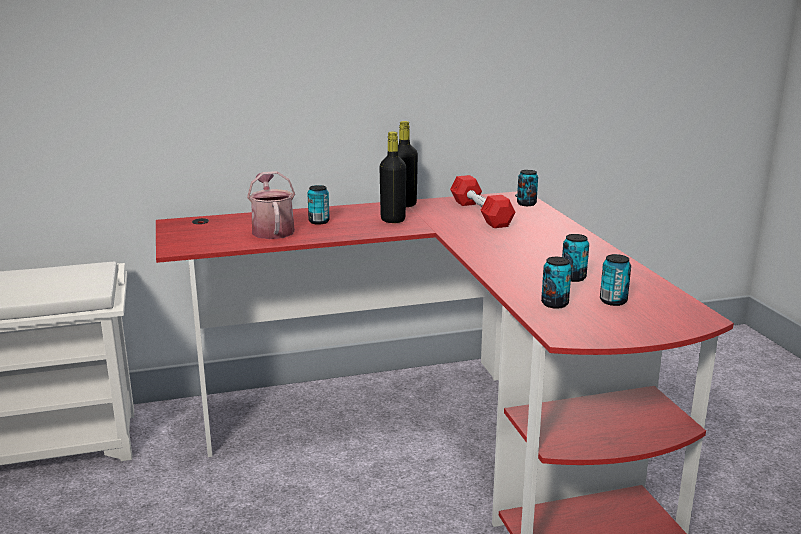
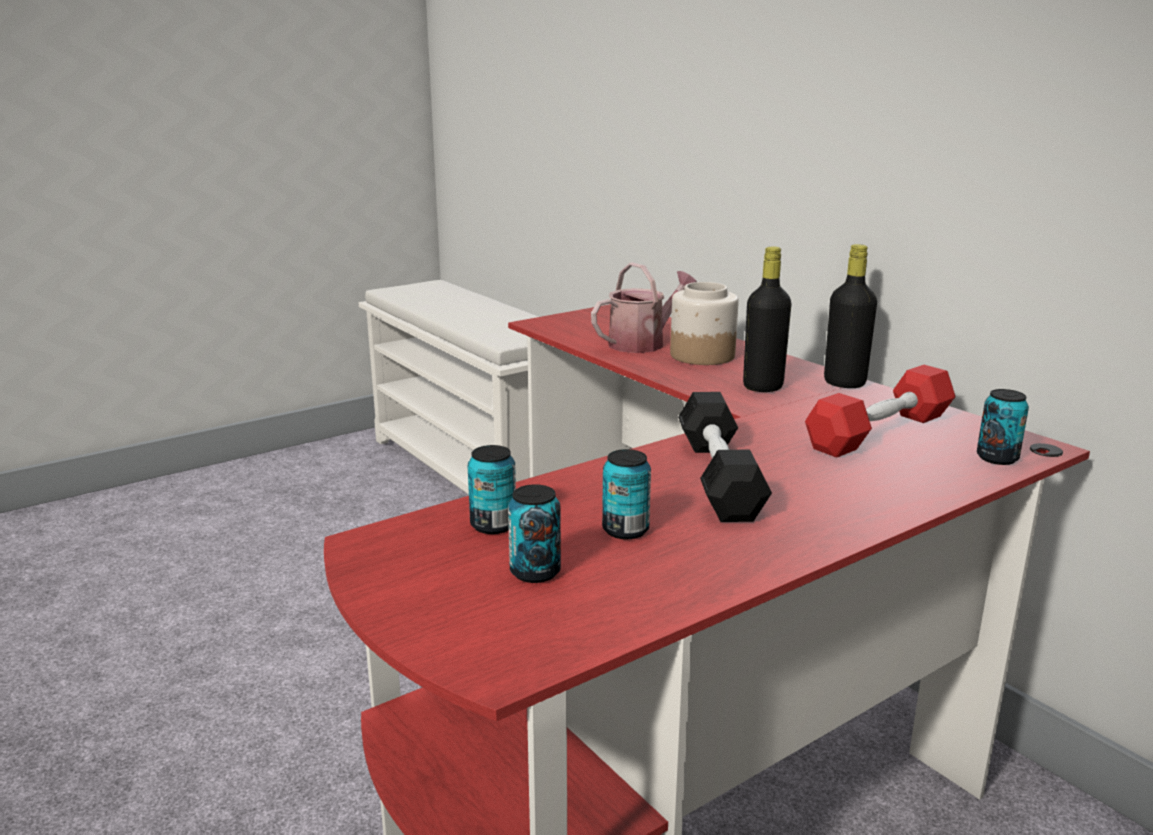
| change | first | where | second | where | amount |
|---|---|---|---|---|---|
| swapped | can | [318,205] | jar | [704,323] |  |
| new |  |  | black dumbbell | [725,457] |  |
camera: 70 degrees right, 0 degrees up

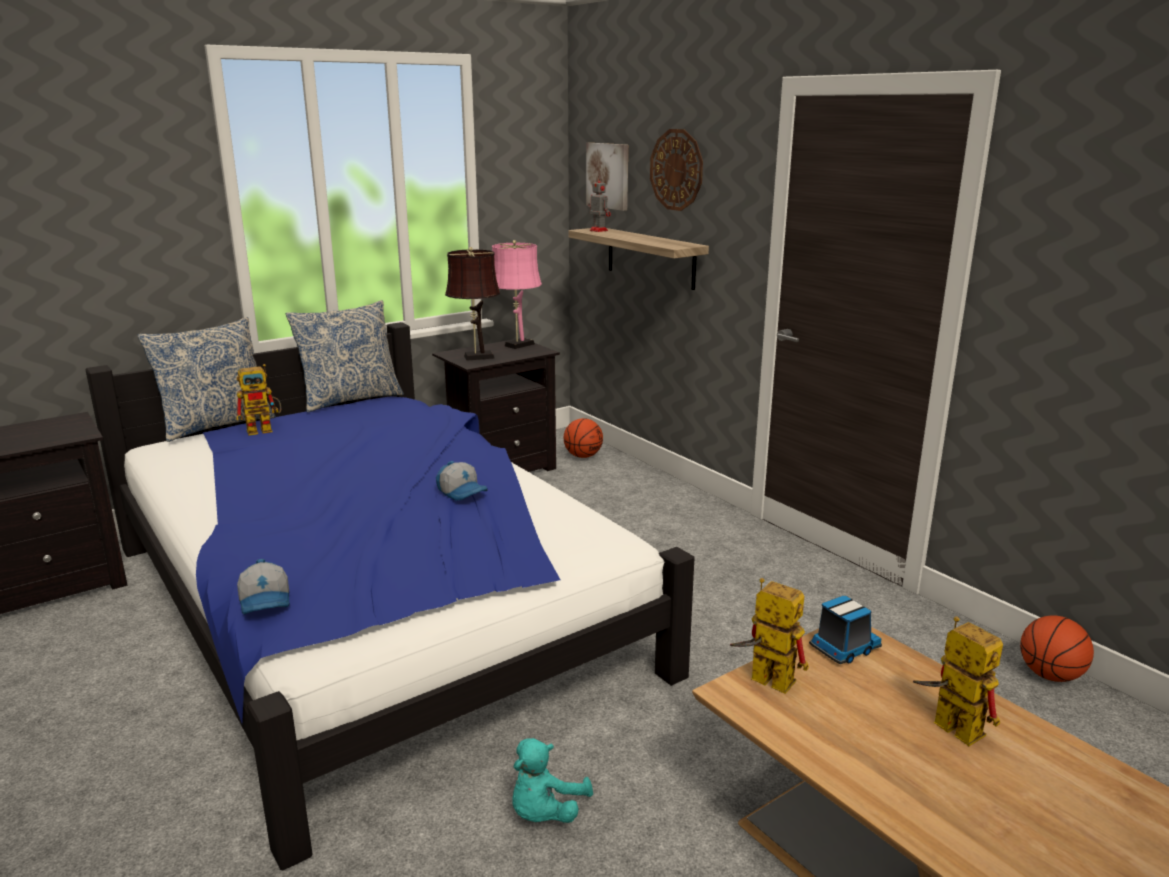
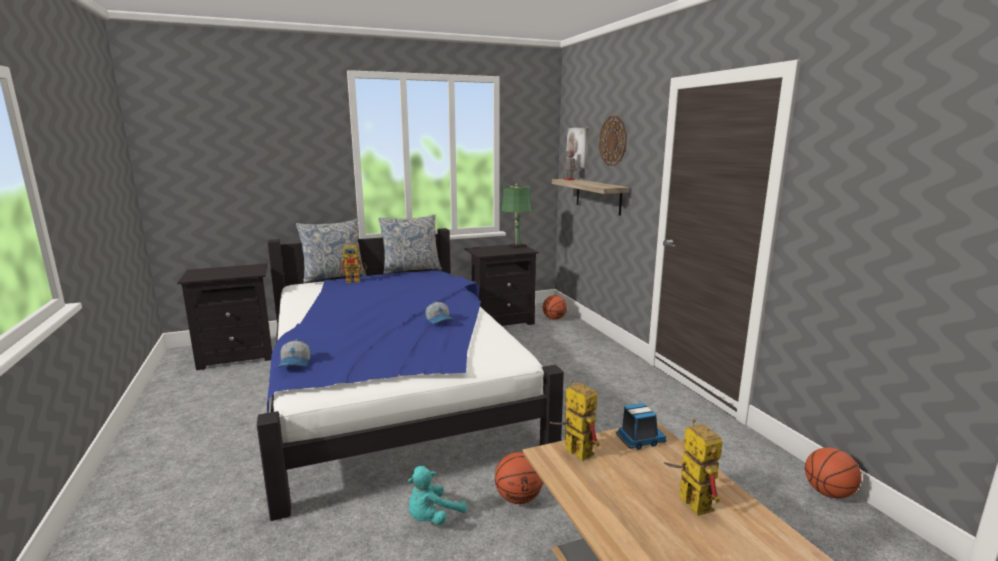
| change | first | where | second | where | amount |
|---|---|---|---|---|---|
| new |  |  | basketball | [519,478] |  |
| repainted | pink table lamp | [517,294] | green table lamp | [516,216] |  |
| gone | brown table lamp | [472,304] |  |  |  |
camera: 15 degrees right, 5 degrees down

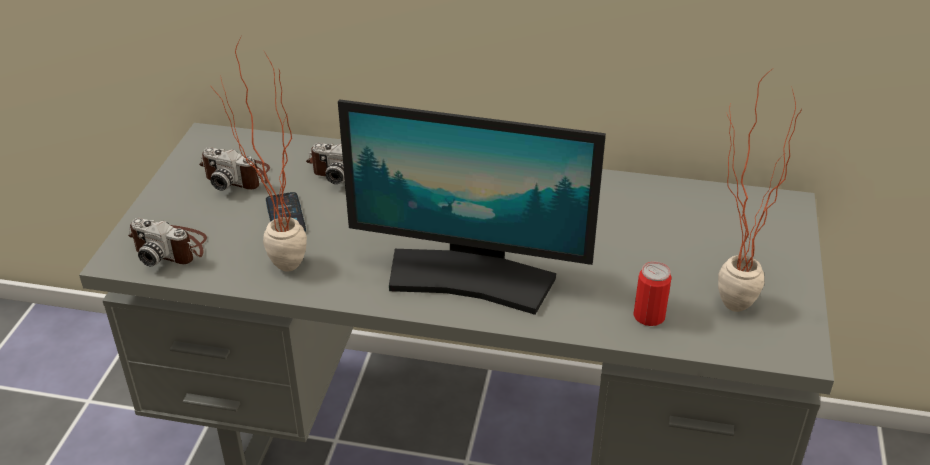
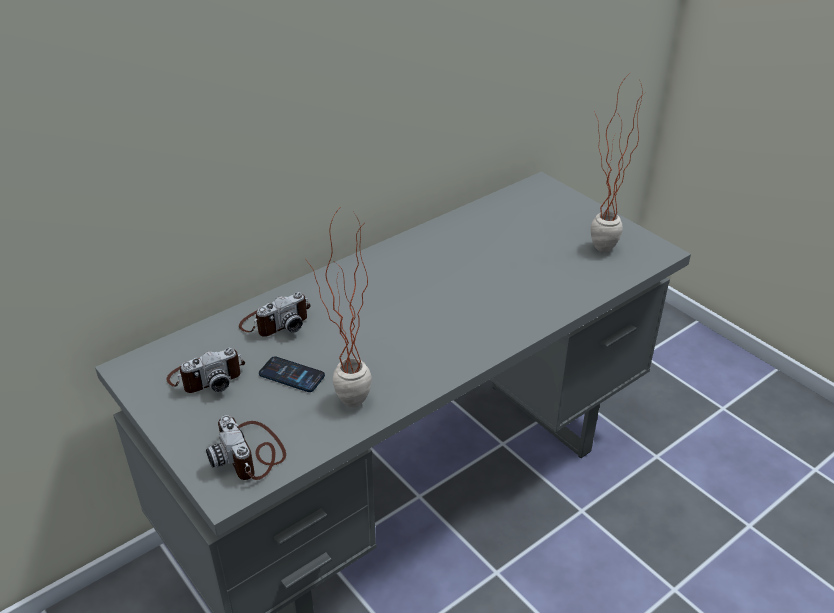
| change | first | where | second | where | amount |
|---|---|---|---|---|---|
| rotated | photo camera | [167,242] |  | [246,447] | 90 degrees clockwise |
| gone | monitor | [472,207] |  |  |  |
| gone | can | [652,294] |  |  |  |
camera: 50 degrees left, 0 degrees up

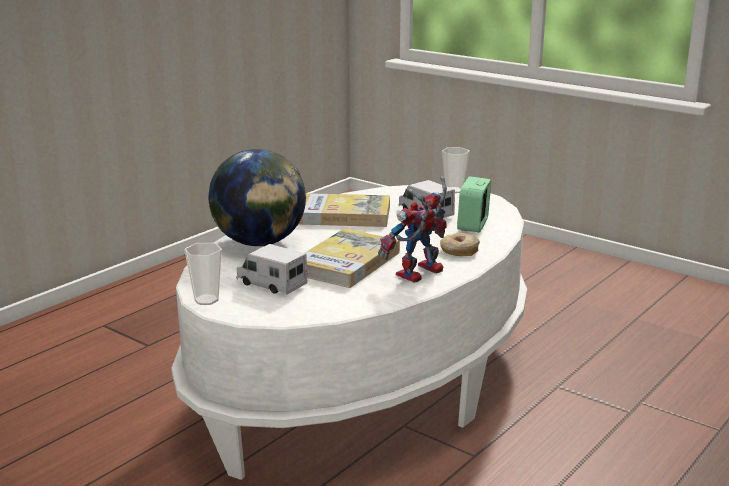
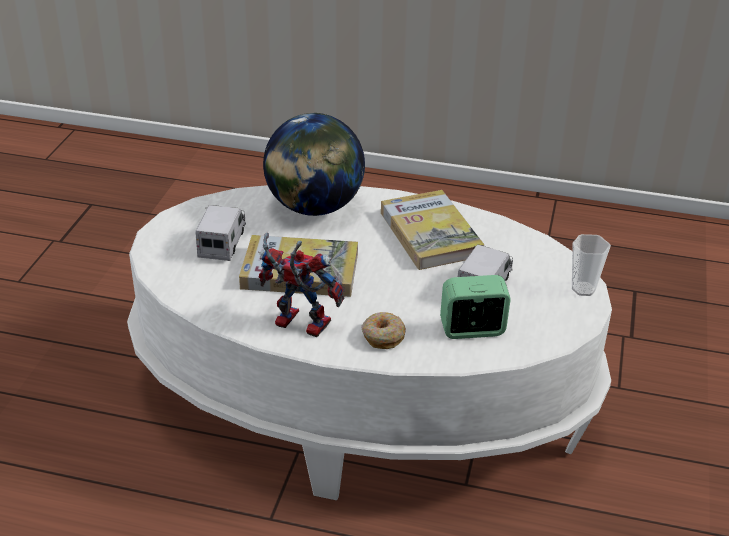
| change | first | where | second | where | amount |
|---|---|---|---|---|---|
| gone | cup | [203,274] |  |  |  |
camera: 65 degrees right, 15 degrees up

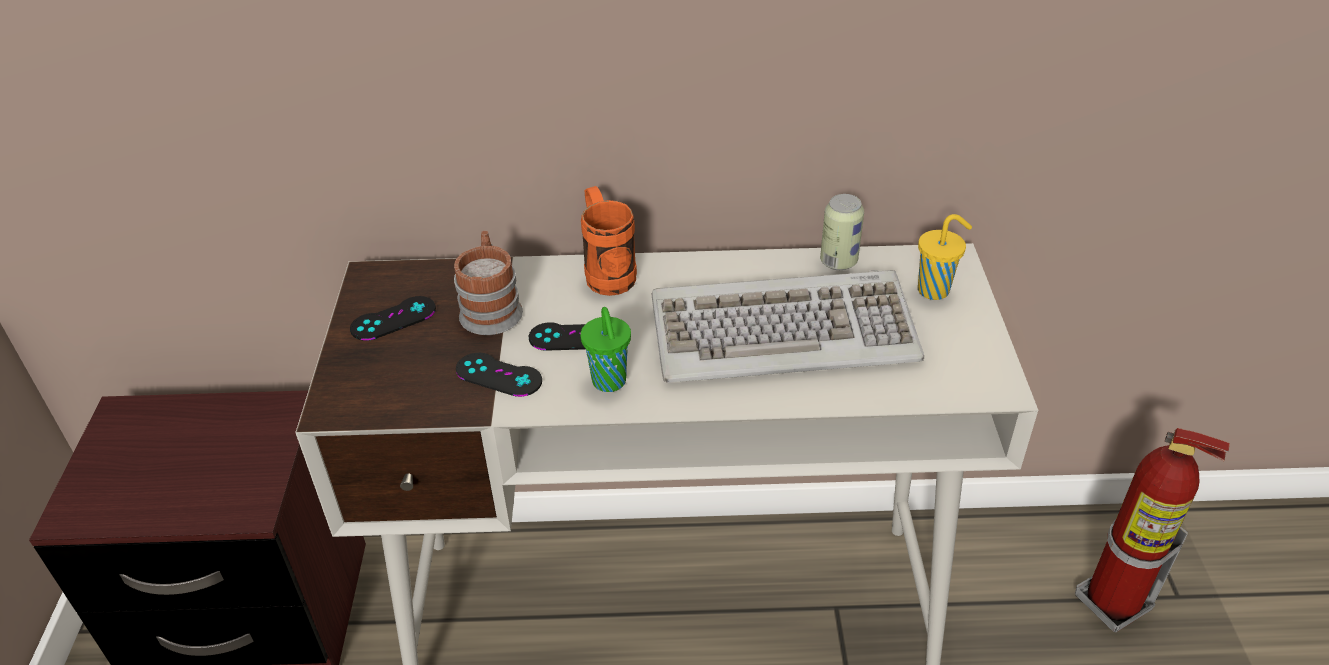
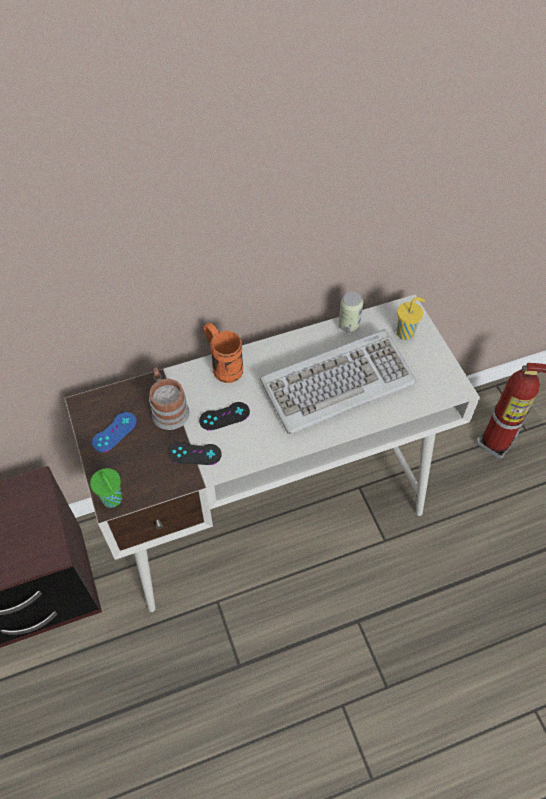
| change | first | where | second | where | amount |
|---|---|---|---|---|---|
| shifted | green cup | [605,349] |  | [106,488] |  |
| repainted | black game controller | [393,318] | blue game controller | [114,432] |  |
camera: 20 degrees left, 15 degrees up

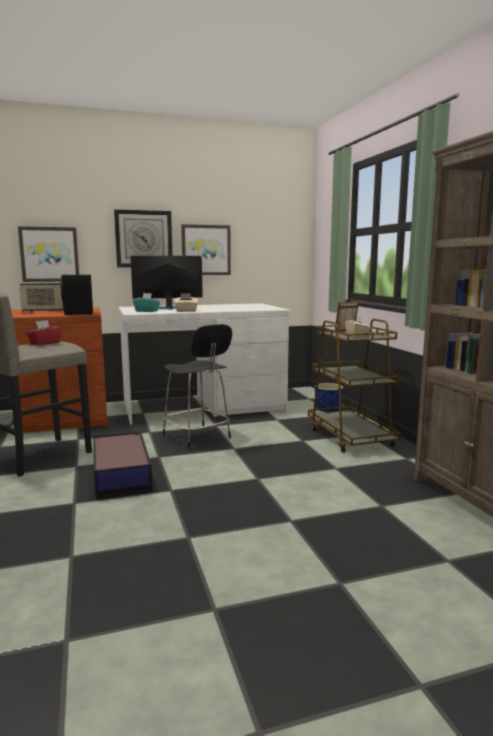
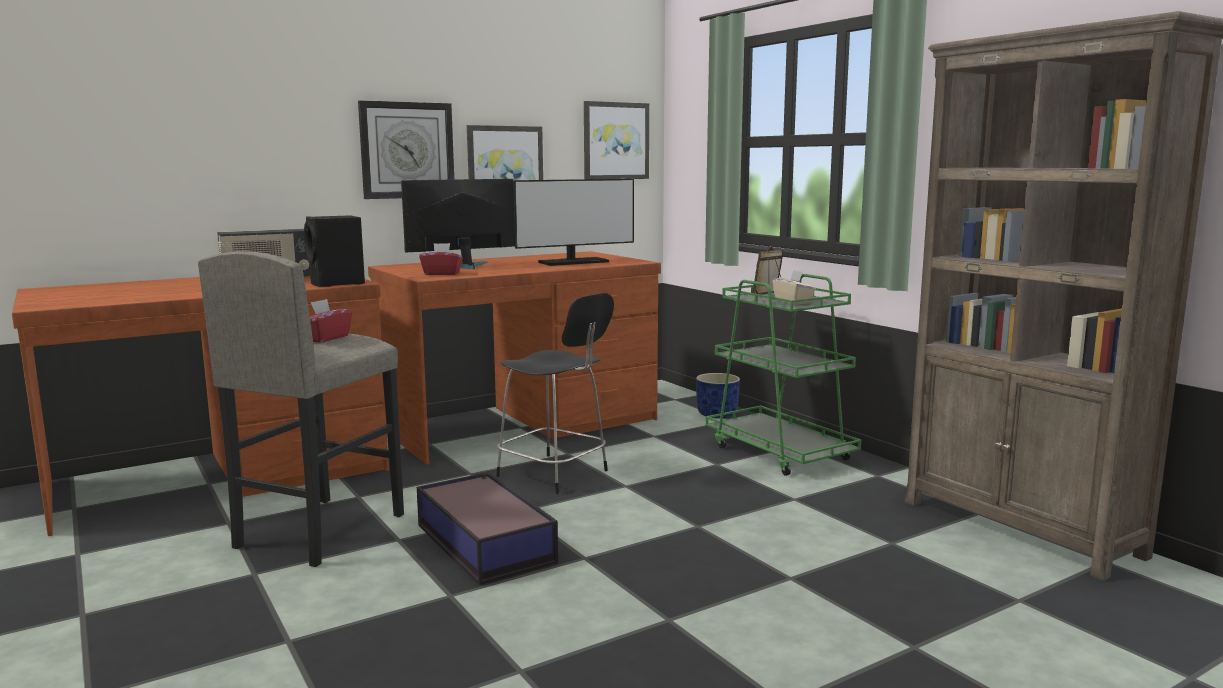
| change | first | where | second | where | amount |
|---|---|---|---|---|---|
| repainted | white desk | [204,364] | brown desk | [514,358] |  |
| repainted | turquoise tissue box | [146,302] | red tissue box | [441,259] |  |
| new |  |  | monitor | [573,222] |  |
| shifted | picture | [48,254] |  | [616,140] |  |
| repainted | brown cart | [354,385] | green cart | [783,375] |  |
| gone | beige tissue box | [186,302] |  |  |  |
camera: 15 degrees left, 0 degrees up

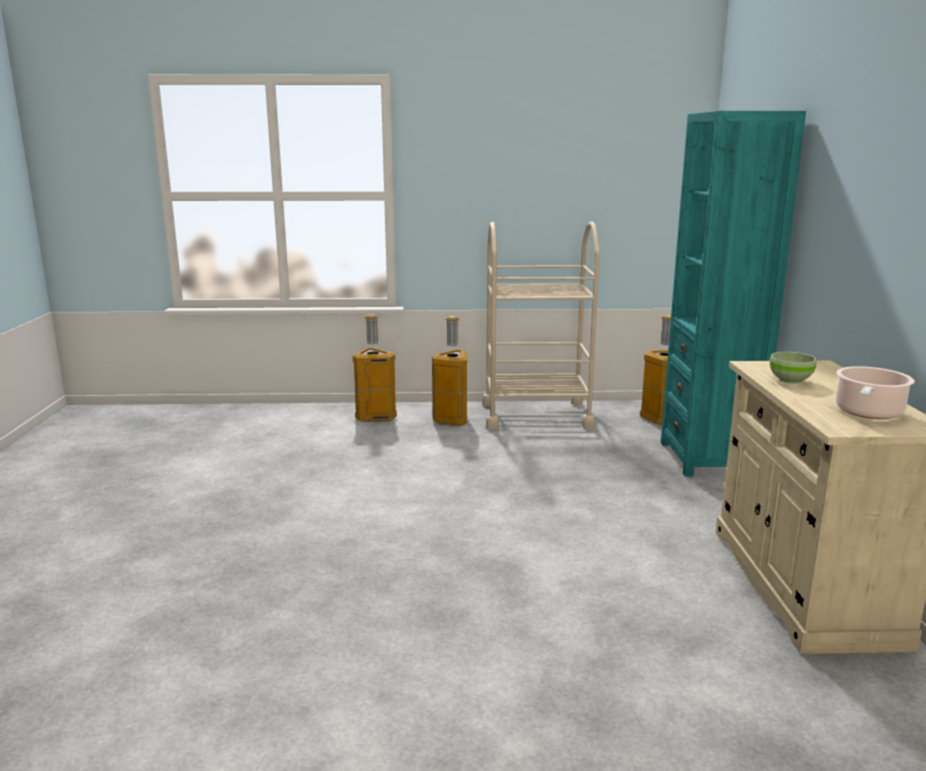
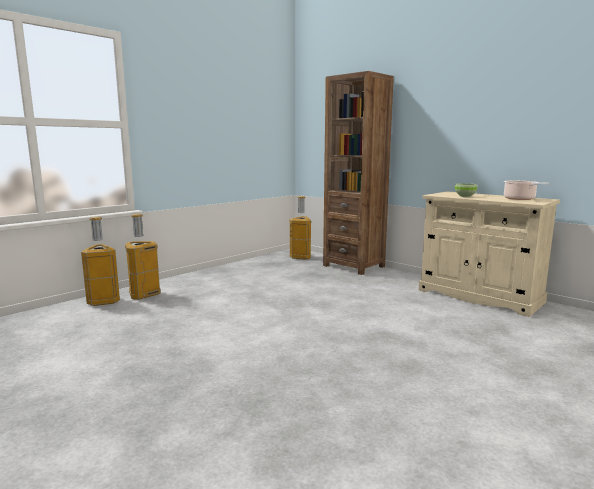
| change | first | where | second | where | amount |
|---|---|---|---|---|---|
| shifted | trash can | [449,371] |  | [100,261] |  |
| repainted | turquoise bookcase | [733,294] | brown bookcase | [358,173] |  |
| gone | beige cart | [541,325] |  |  |  |
camera: 45 degrees left, 5 degrees down

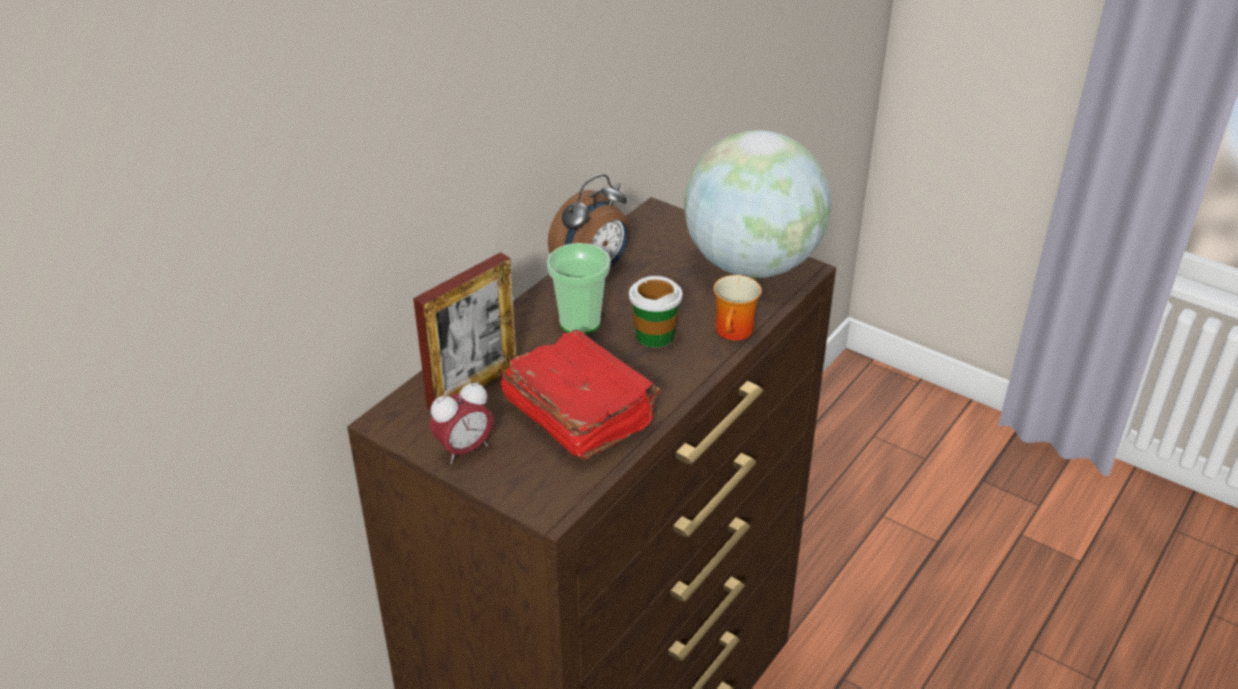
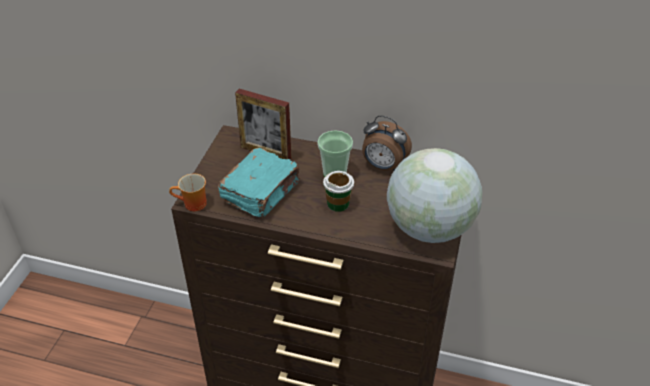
| change | first | where | second | where | amount |
|---|---|---|---|---|---|
| shifted | mug | [738,307] |  | [188,192] |  |
| repainted | red book | [580,394] | turquoise book | [259,182] |  |
| gone | alarm clock | [461,422] |  |  |  |
camera: 70 degrees right, 5 degrees up

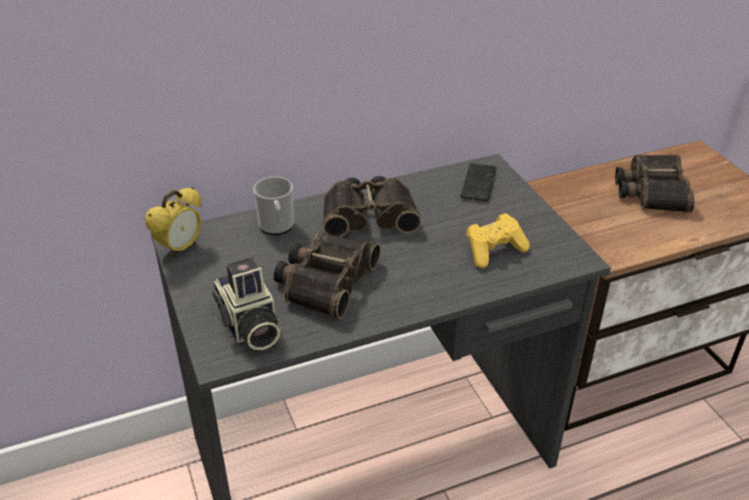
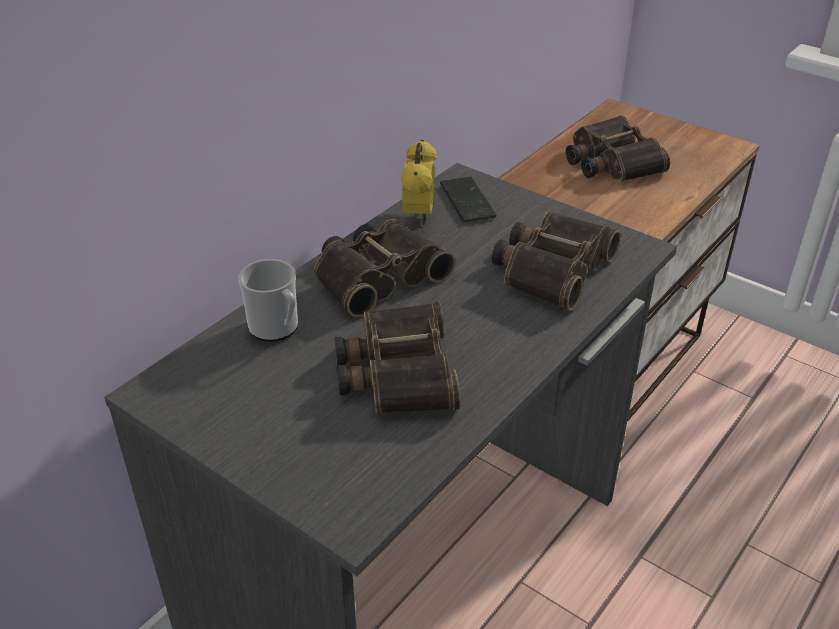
| change | first | where | second | where | amount |
|---|---|---|---|---|---|
| shifted | alarm clock | [173,222] |  | [419,182] |  |
| swapped | yellow game controller | [498,240] | binoculars | [556,261] |  |
| gone | photo camera | [246,304] |  |  |  |
camera: 30 degrees left, 0 degrees up

